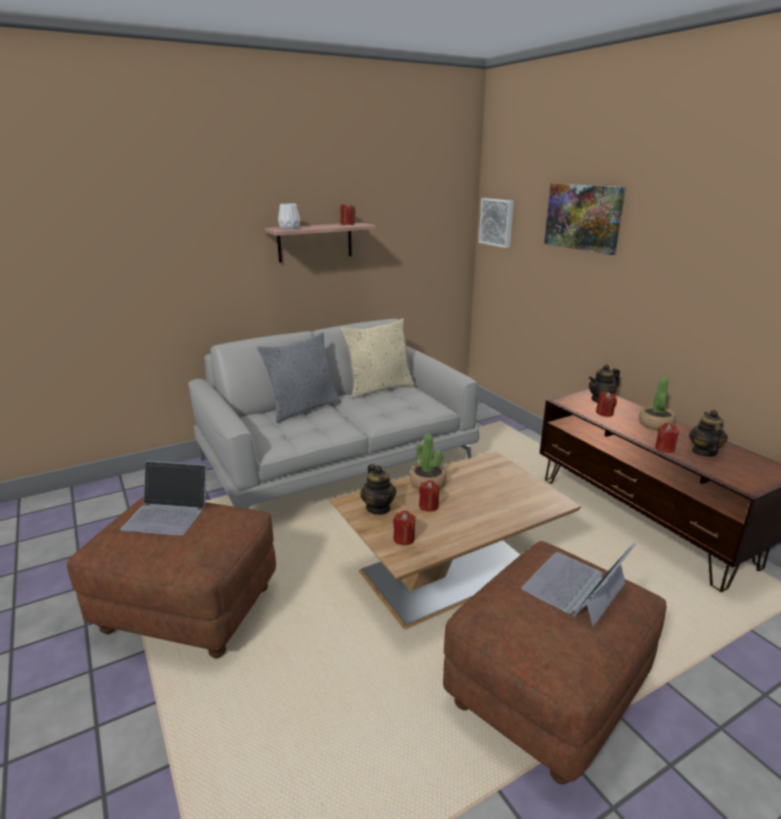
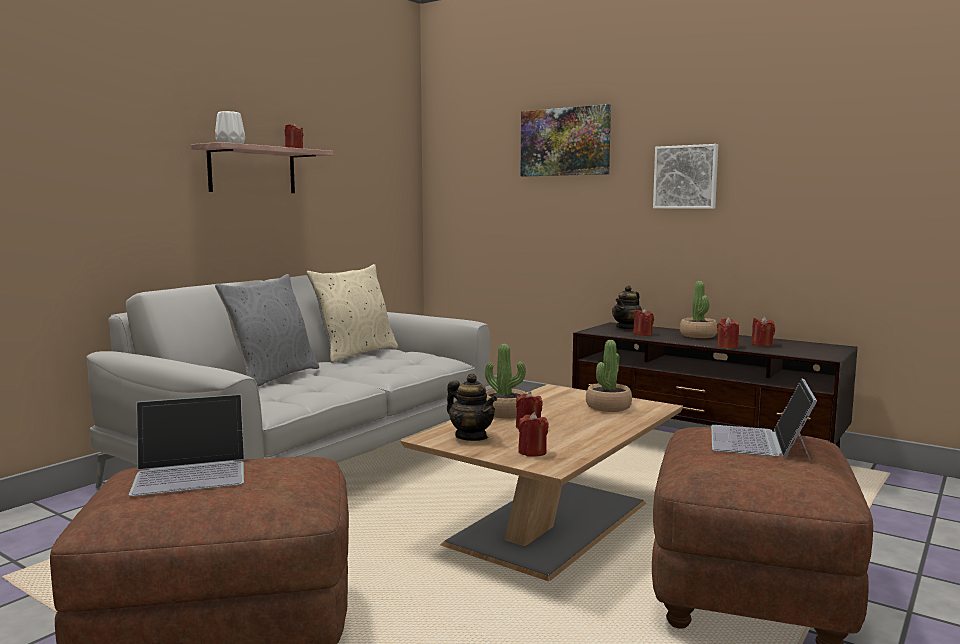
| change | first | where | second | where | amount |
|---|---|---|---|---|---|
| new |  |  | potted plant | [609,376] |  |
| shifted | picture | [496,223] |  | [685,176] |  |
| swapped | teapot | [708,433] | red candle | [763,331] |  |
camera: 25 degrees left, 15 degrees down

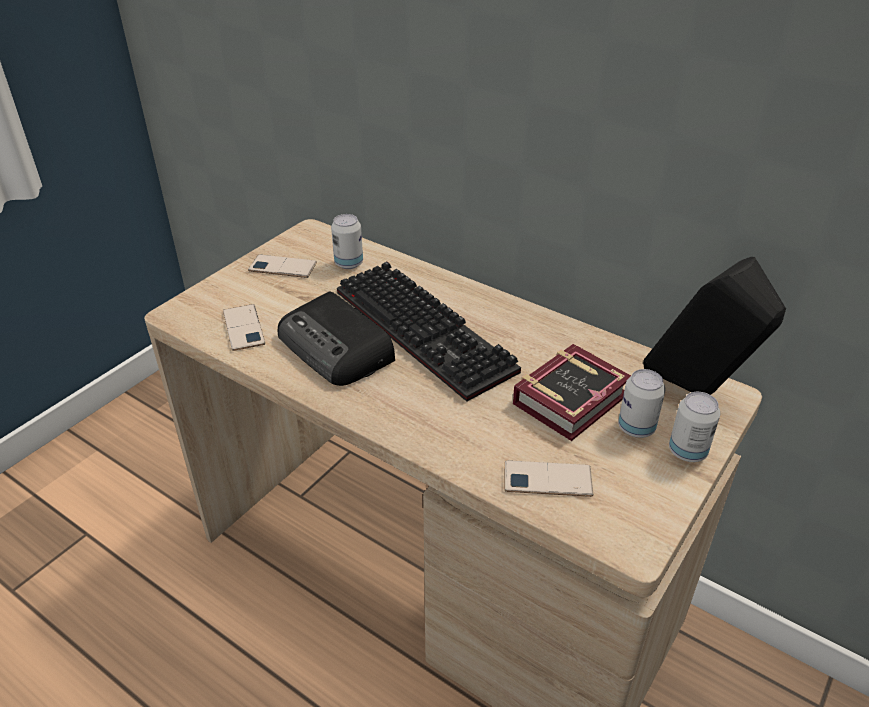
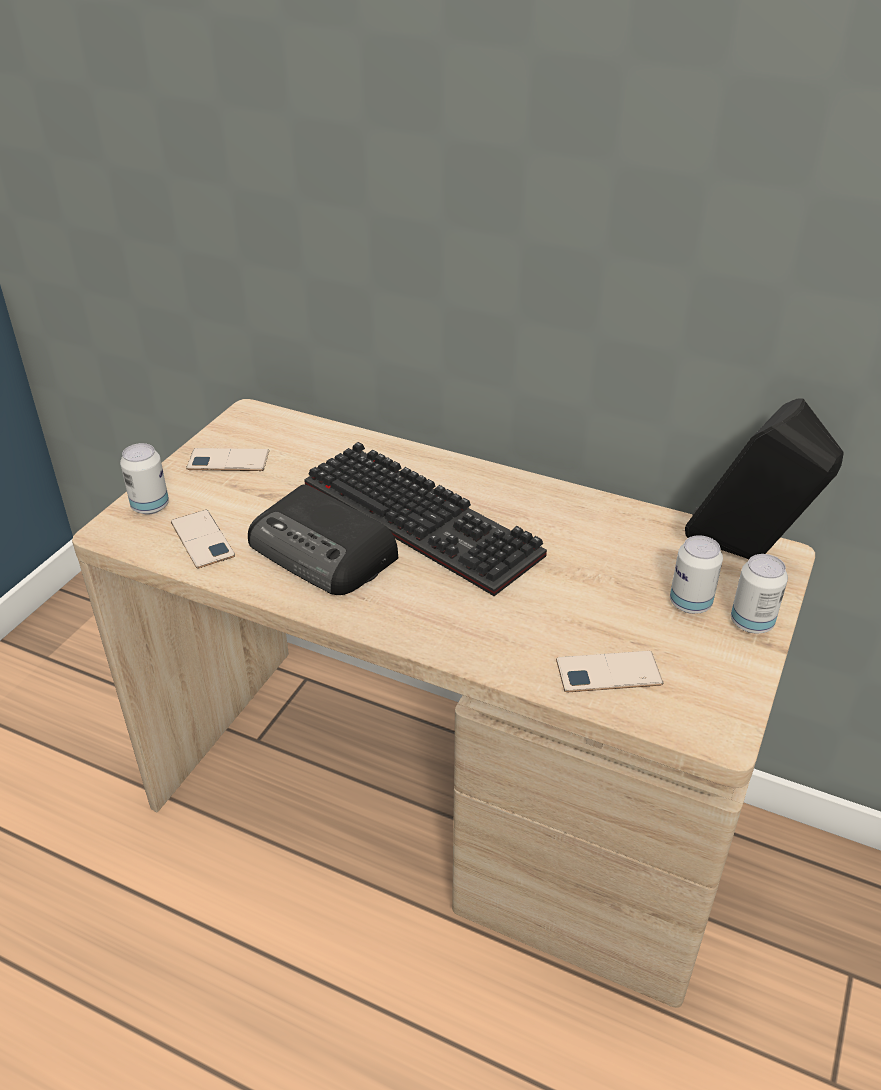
| change | first | where | second | where | amount |
|---|---|---|---|---|---|
| shifted | can | [347,241] |  | [144,479] |  |
| gone | book | [572,392] |  |  |  |
camera: 10 degrees left, 0 degrees up

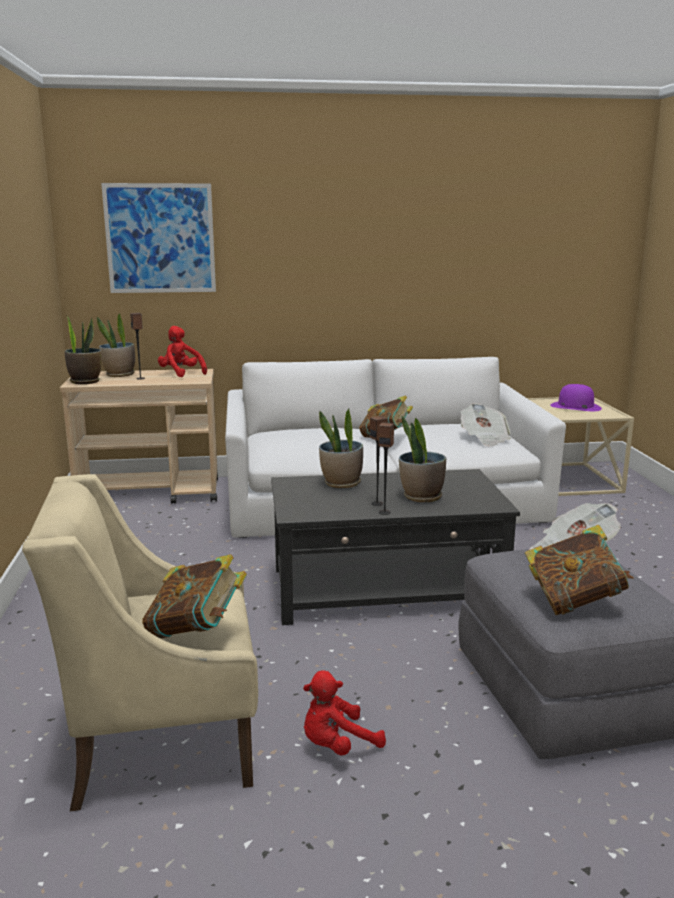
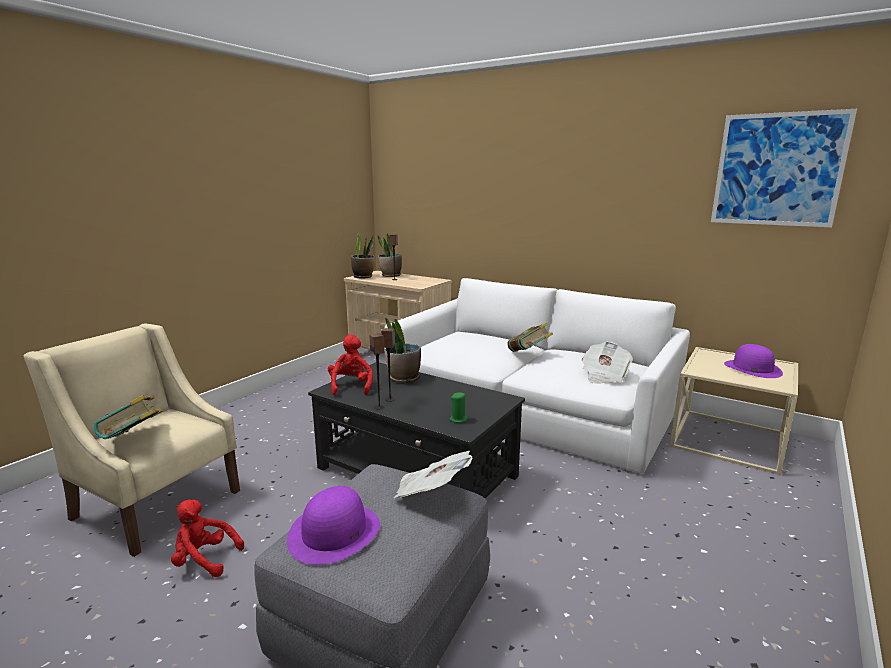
| change | first | where | second | where | amount |
|---|---|---|---|---|---|
| swapped | book | [579,570] | purple hat | [333,525] |  |
| shifted | red plush toy | [182,351] |  | [350,365] |  |
| new |  |  | green candle | [458,407] |  |
| shifted | picture | [158,238] |  | [784,168] |  |
| gone | potted plant | [422,459] |  |  |  |
camera: 40 degrees right, 0 degrees up

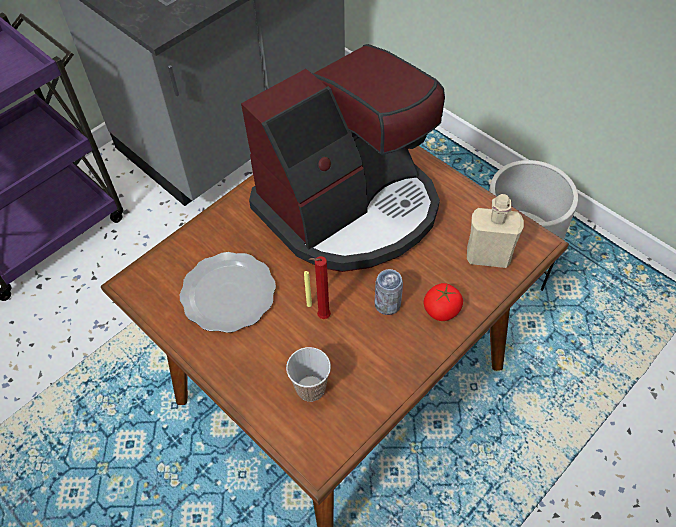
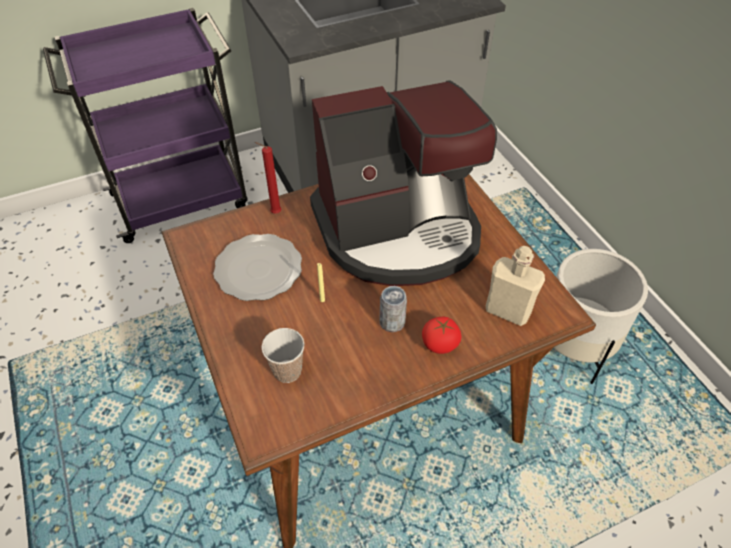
| change | first | where | second | where | amount |
|---|---|---|---|---|---|
| shifted | red candle | [320,287] |  | [268,178] |  |
camera: 20 degrees right, 5 degrees down

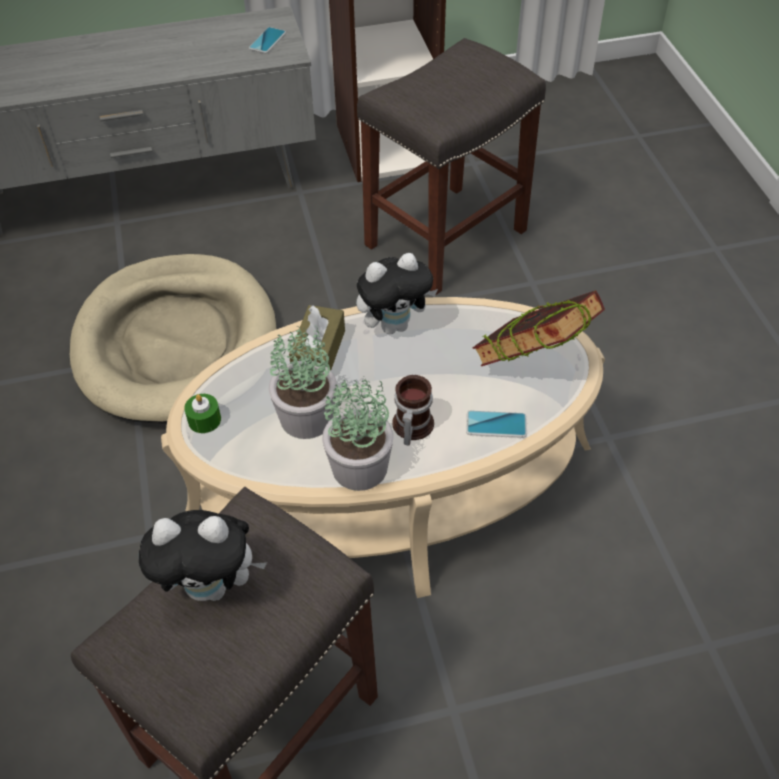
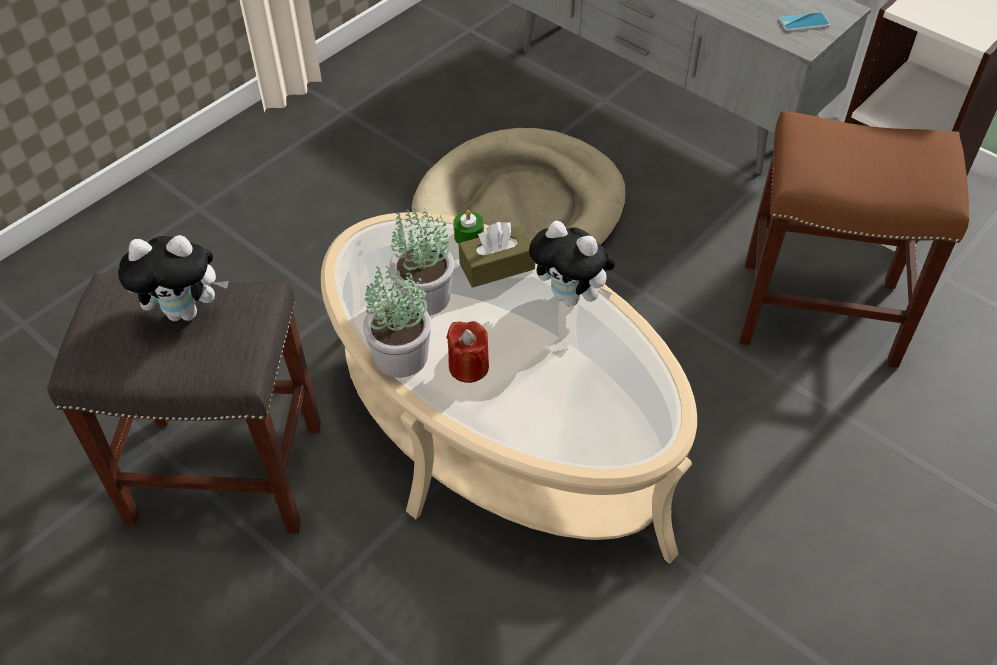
| change | first | where | second | where | amount |
|---|---|---|---|---|---|
| rotated | plush toy | [203,555] |  | [173,278] | 60 degrees counterclockwise |
| swapped | mug | [413,410] | red candle | [467,352] |  |
| shifted | green candle | [202,413] |  | [468,227] |  |
| repainted | grey stool | [451,166] | brown stool | [854,239] |  |
| gone | phone | [496,424] |  |  |  |
| gone | book | [538,328] |  |  |  |
camera: 55 degrees right, 0 degrees up

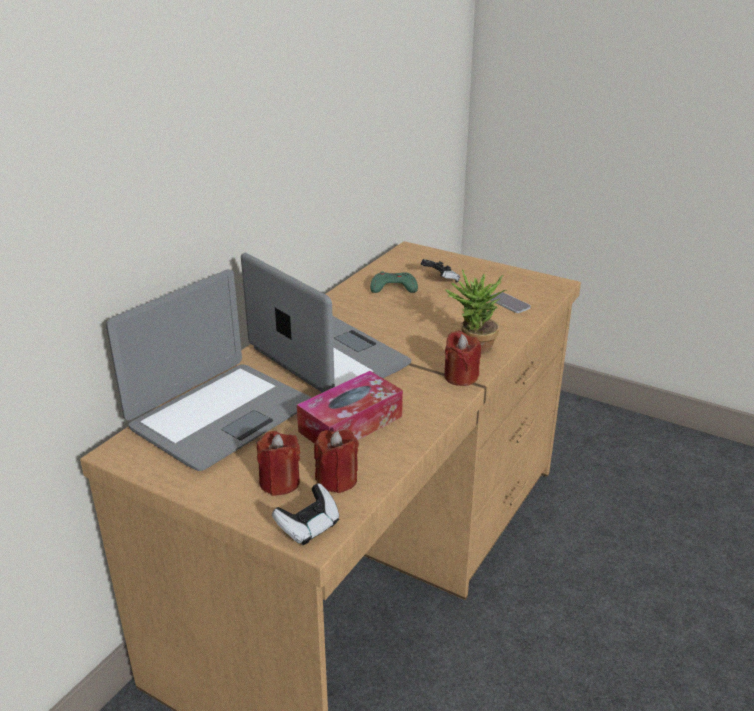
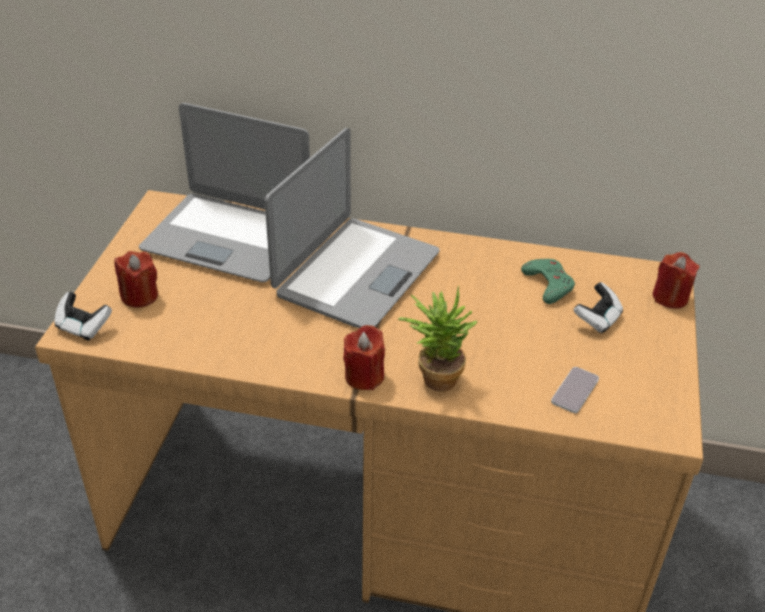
| change | first | where | second | where | amount |
|---|---|---|---|---|---|
| shifted | red candle | [336,461] |  | [676,280] |  |
| gone | tissue box | [350,407] |  |  |  |
camera: 70 degrees right, 10 degrees up

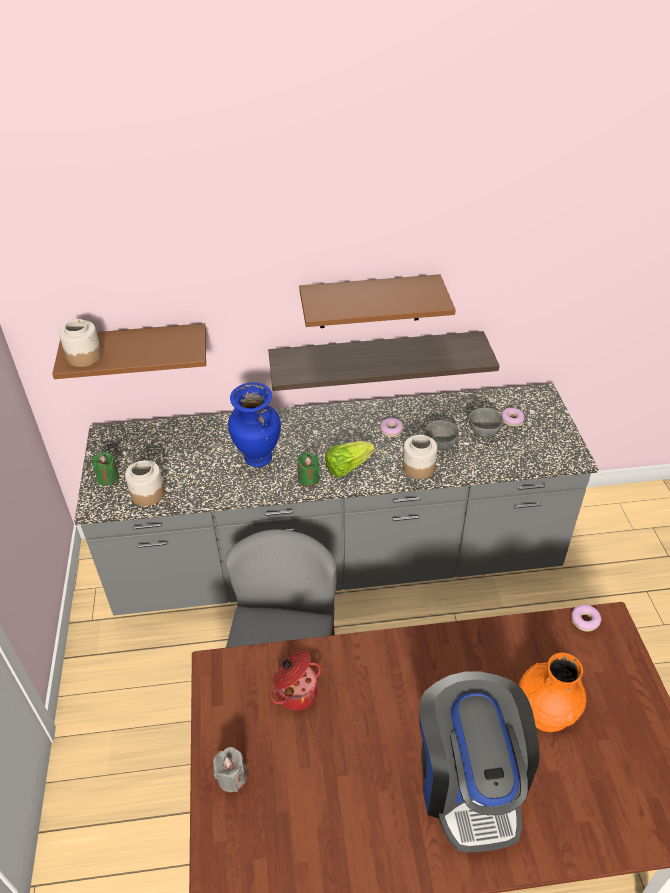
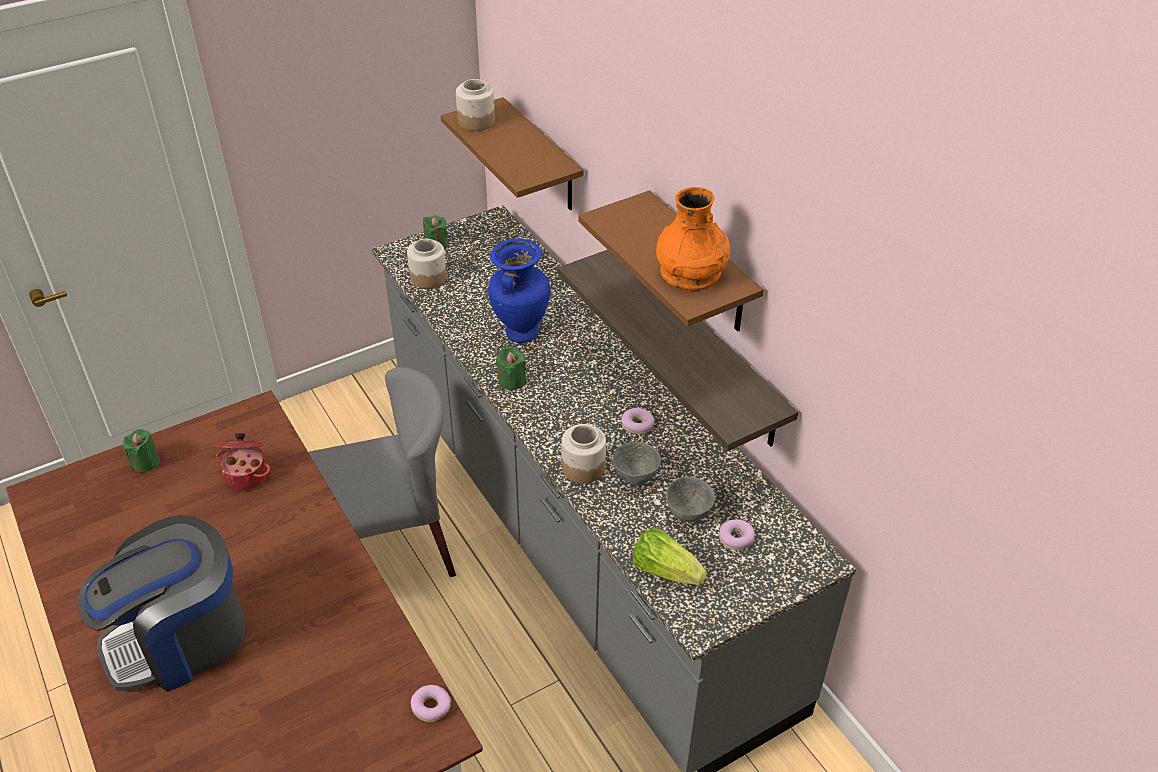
| change | first | where | second | where | amount |
|---|---|---|---|---|---|
| repainted | grey candle | [230,769] | green candle | [141,451] |  |
| shifted | lettuce | [350,459] |  | [669,556] |  |
| shifted | orange vase | [552,692] |  | [693,239] |  |
camera: 65 degrees right, 0 degrees up

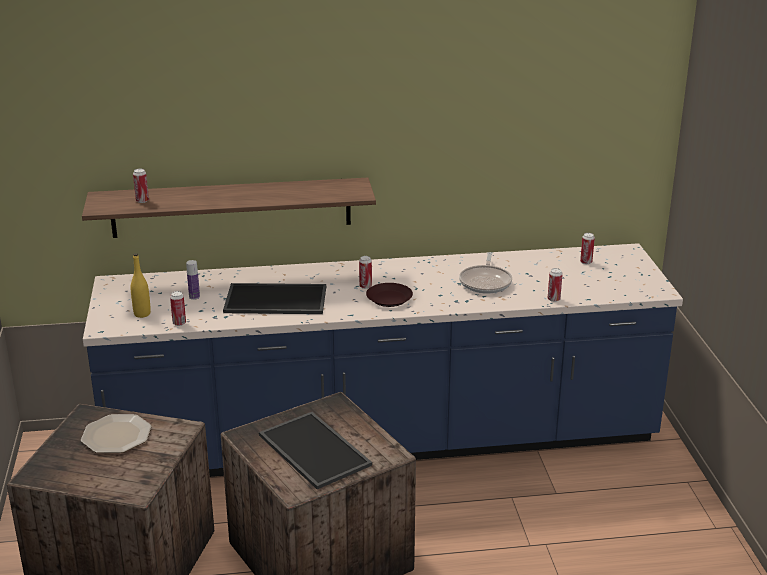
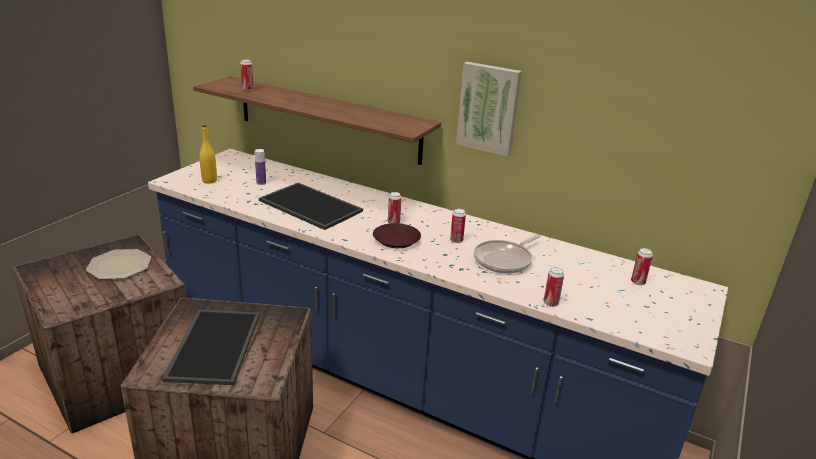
| change | first | where | second | where | amount |
|---|---|---|---|---|---|
| shifted | can | [178,308] |  | [458,226] |  |
| new |  |  | picture | [489,109] |  |
camera: 35 degrees right, 0 degrees up

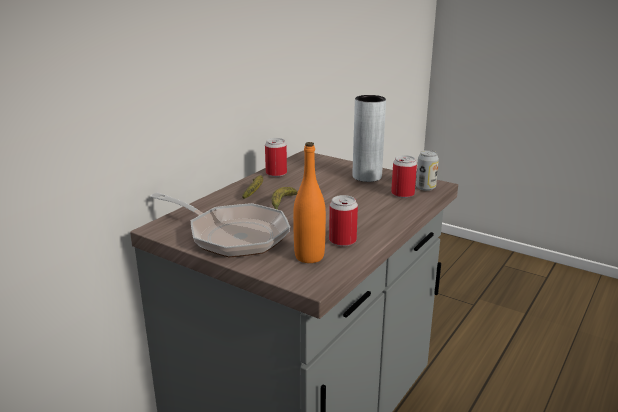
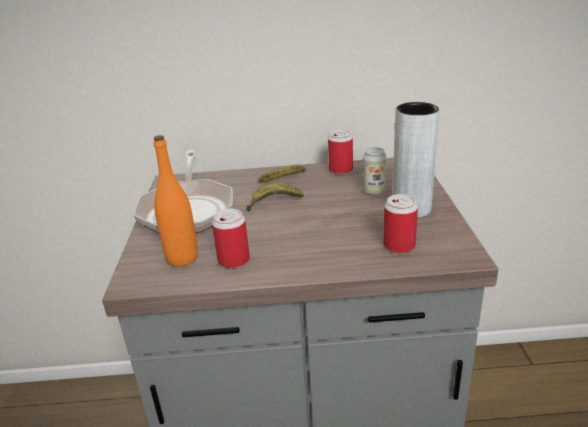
| change | first | where | second | where | amount |
|---|---|---|---|---|---|
| shifted | can | [427,170] |  | [374,171] |  |
camera: 55 degrees right, 5 degrees up

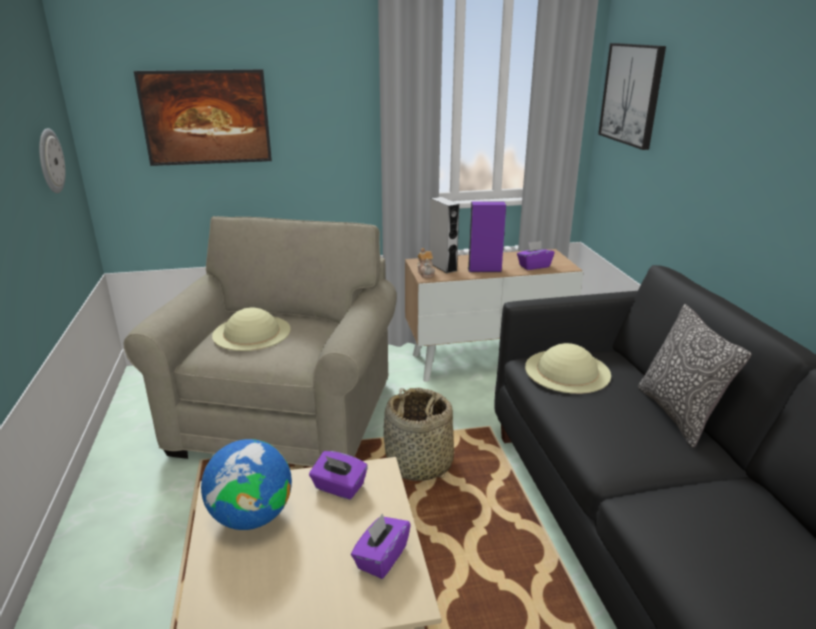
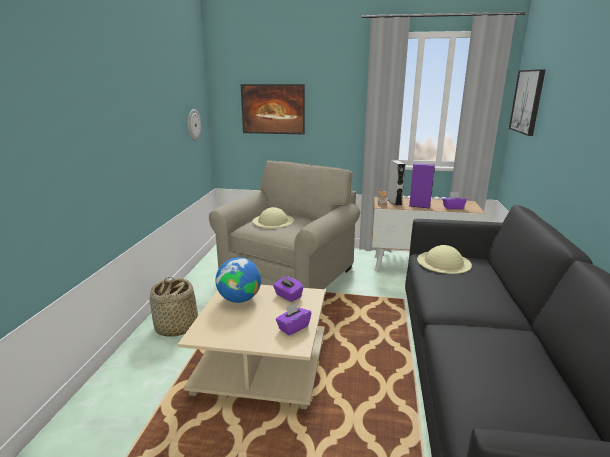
| change | first | where | second | where | amount |
|---|---|---|---|---|---|
| shifted | basket | [418,434] |  | [174,306] |  |
| gone | pillow | [694,375] |  |  |  |
camera: 20 degrees right, 5 degrees down

